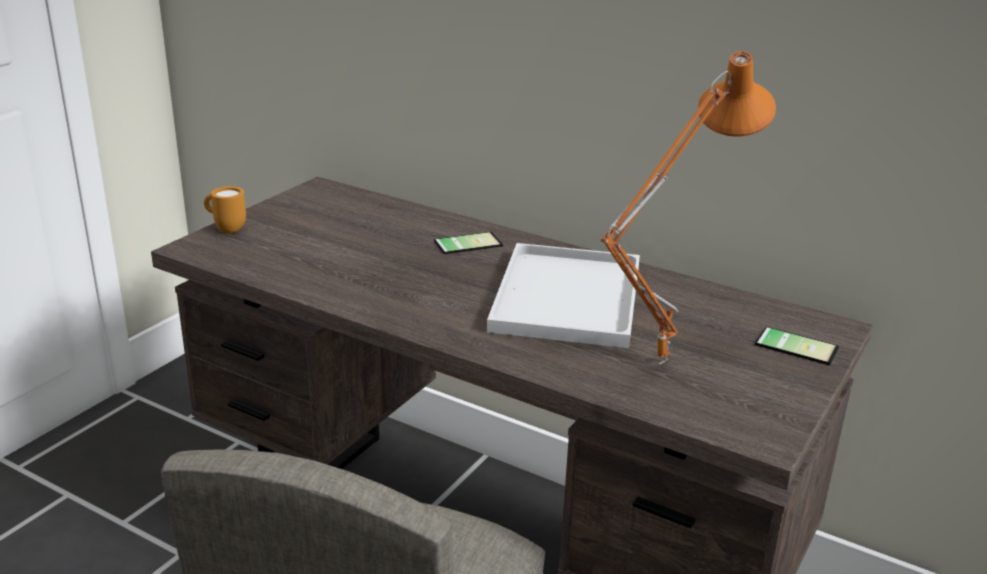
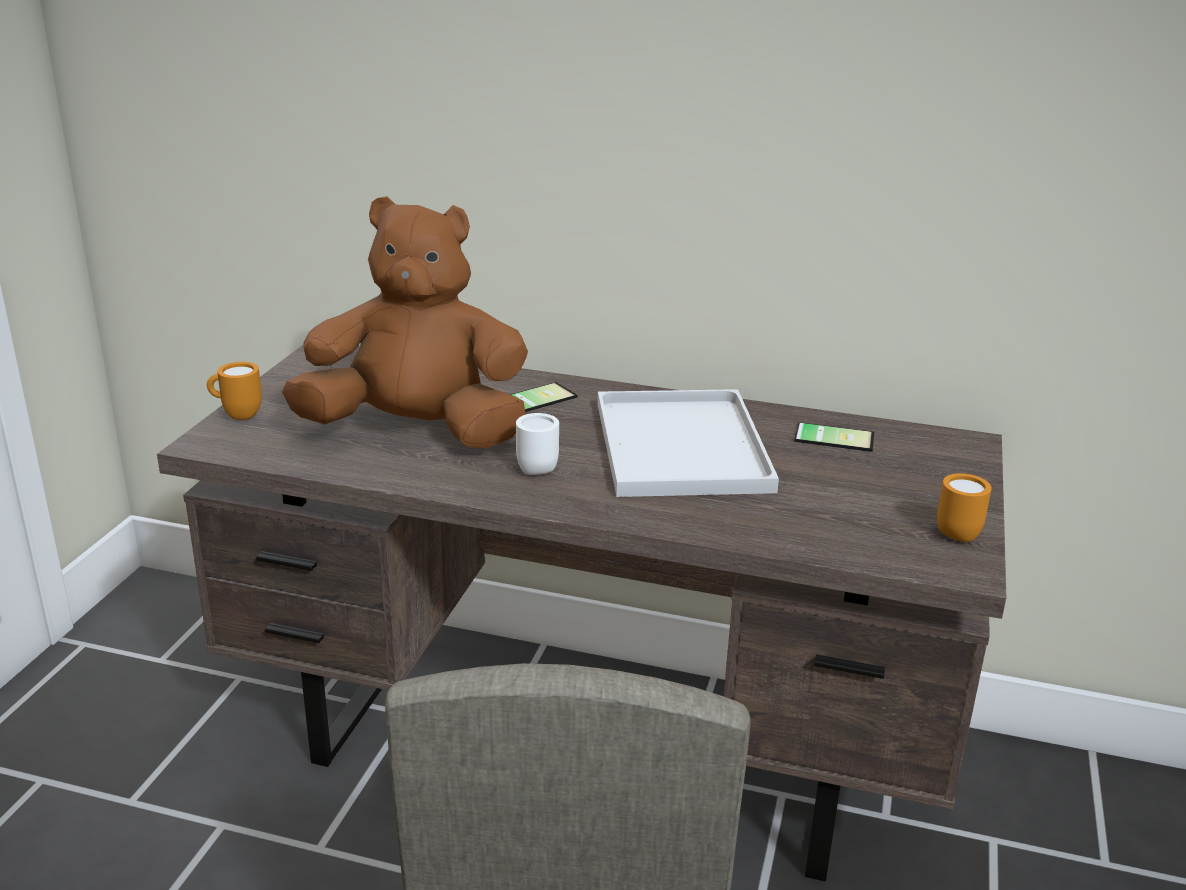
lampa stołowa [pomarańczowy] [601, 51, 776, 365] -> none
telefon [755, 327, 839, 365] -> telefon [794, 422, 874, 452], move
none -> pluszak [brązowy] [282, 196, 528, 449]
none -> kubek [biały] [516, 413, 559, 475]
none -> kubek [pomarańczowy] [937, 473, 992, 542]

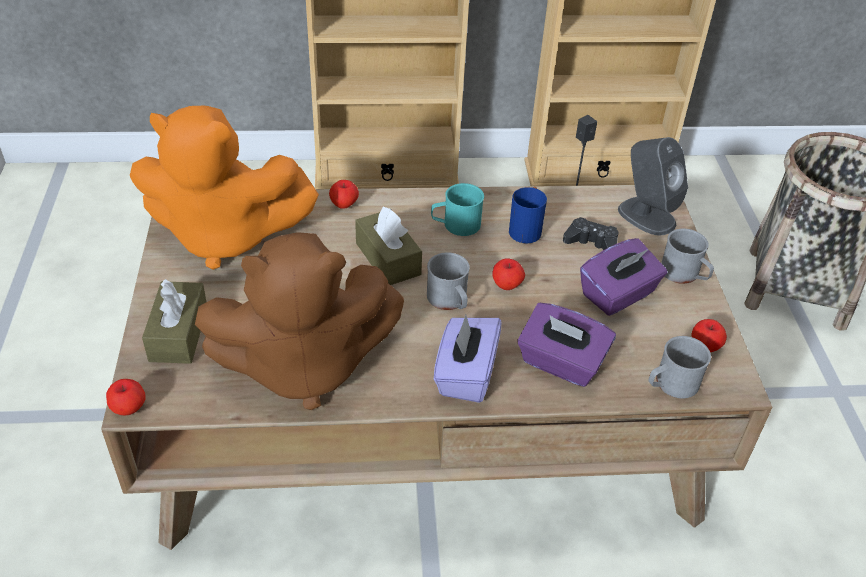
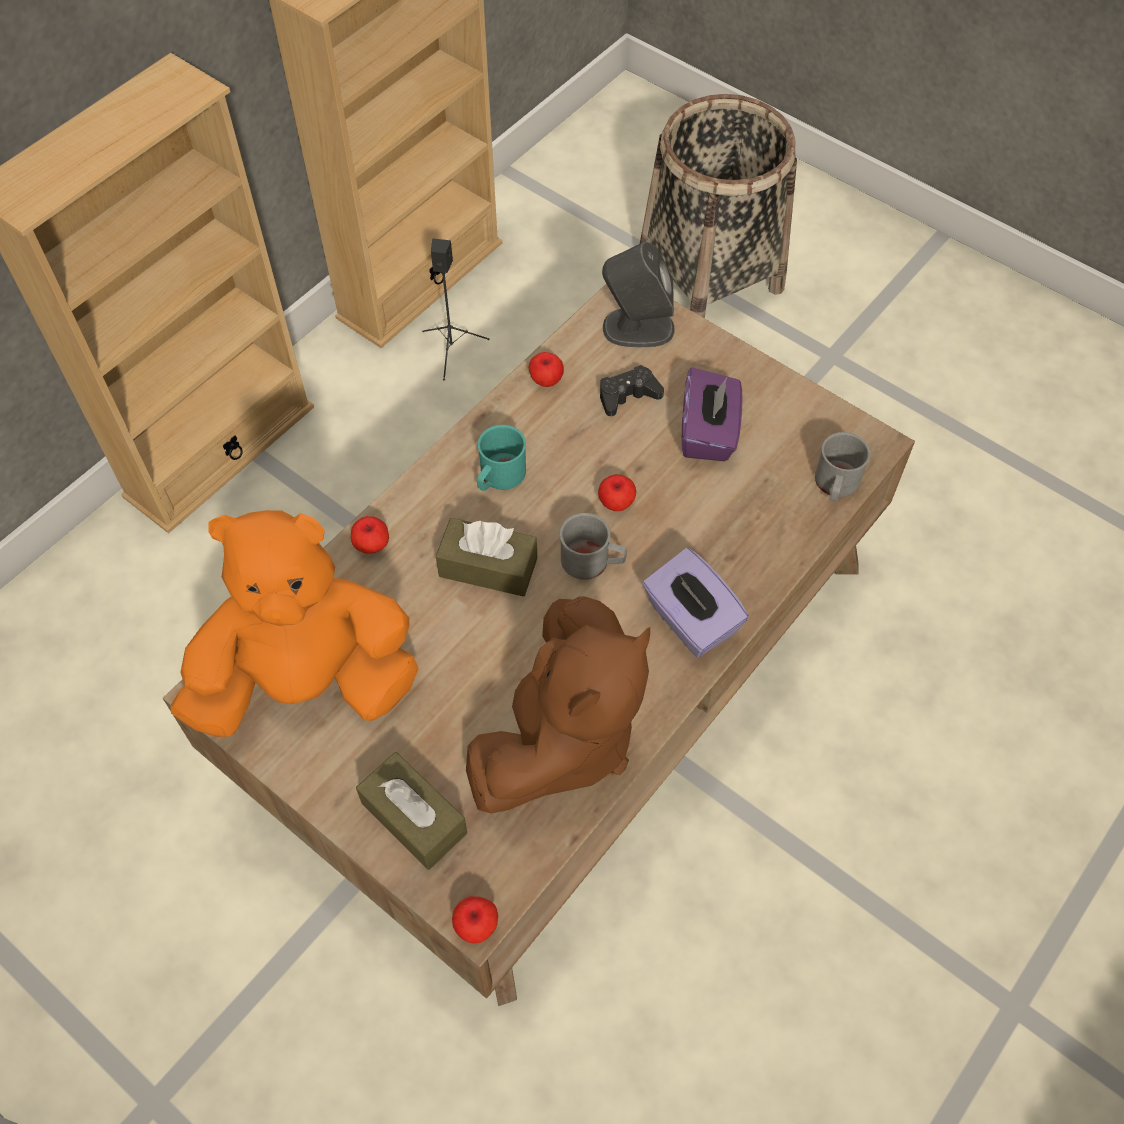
pluszak [pomarańczowy] [130, 106, 319, 270] -> pluszak [pomarańczowy] [171, 510, 419, 737], 150 degrees counterclockwise
kubek [niebieski] [509, 187, 547, 244] -> none
pudełko chusteczek [fioletowy] [517, 303, 616, 387] -> none
kubek [szary] [661, 229, 714, 284] -> none
jabłko [691, 319, 727, 352] -> jabłko [529, 352, 564, 387], move

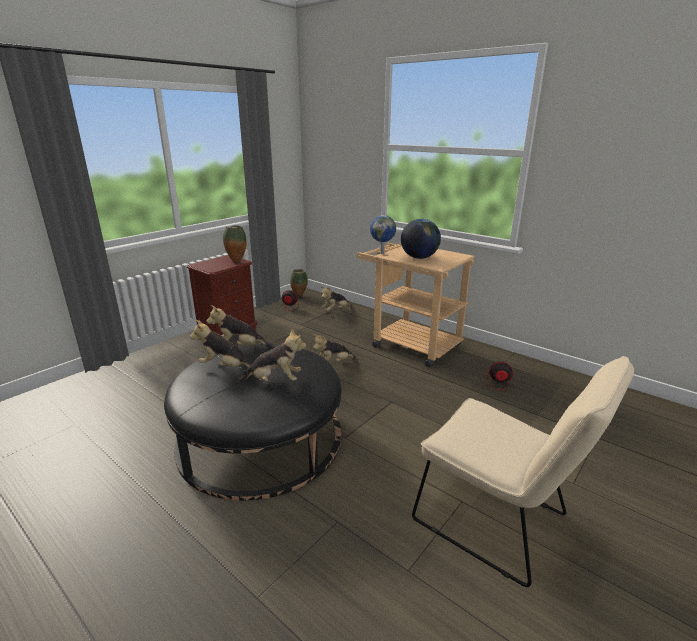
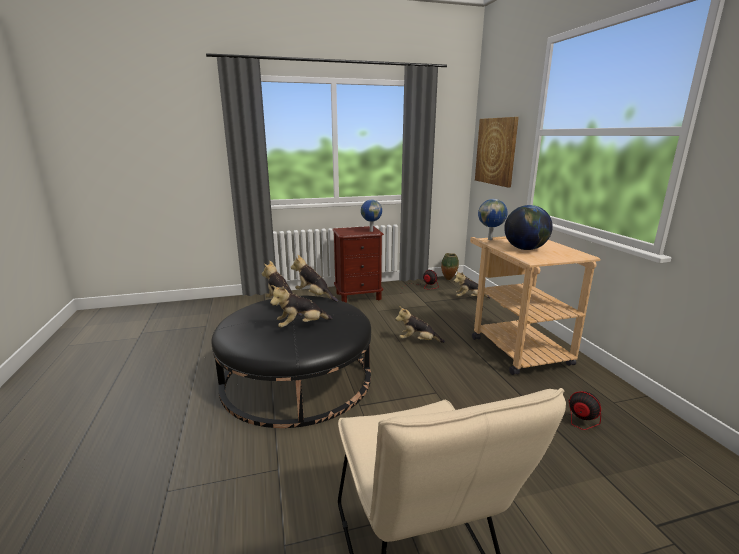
wazon [223, 225, 247, 262] -> globus [361, 200, 382, 232]
pluszak [237, 329, 306, 383] -> pluszak [270, 285, 332, 328], 120 degrees clockwise
none -> obraz [475, 117, 519, 187]

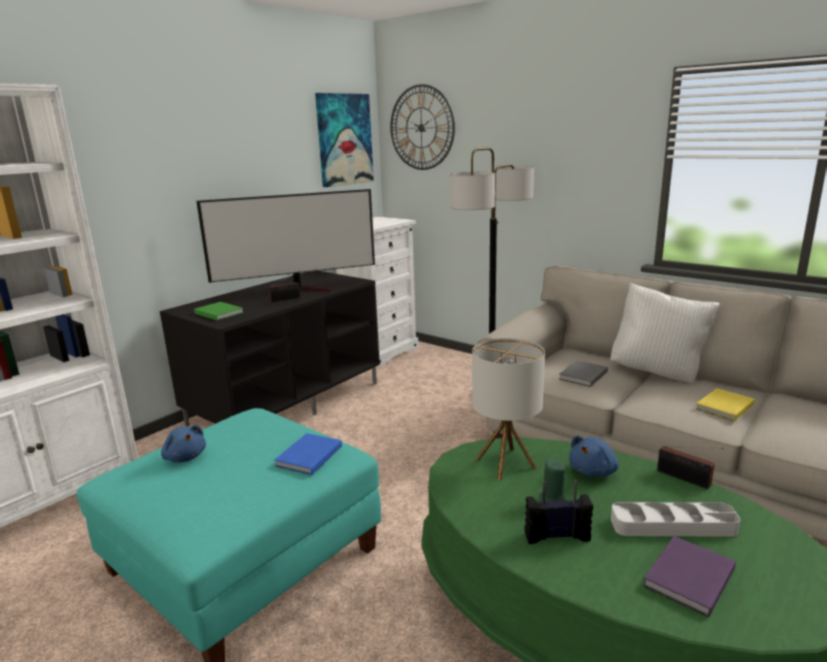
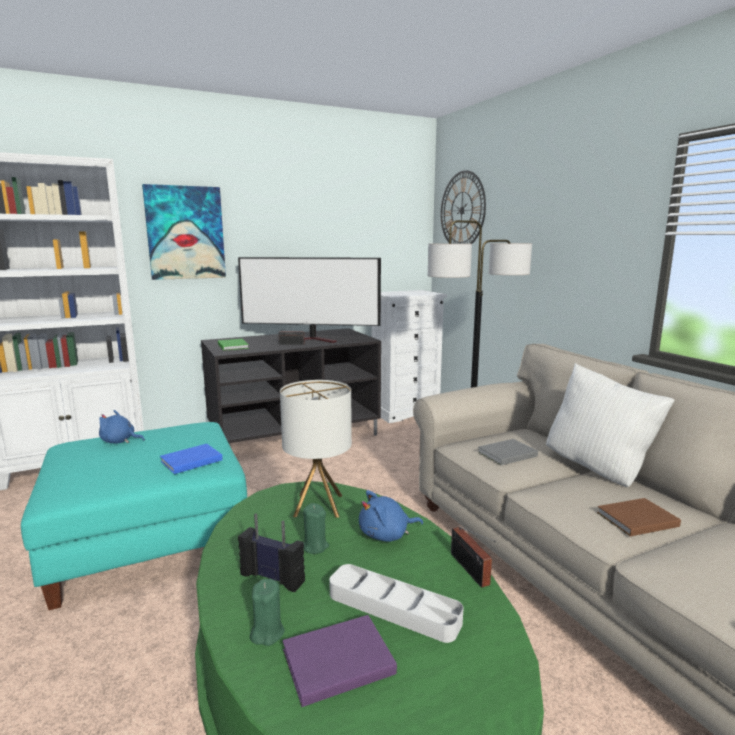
pluszak [niebieski] [161, 425, 206, 463] -> pluszak [niebieski] [99, 410, 145, 444], 120 degrees clockwise
obraz [315, 93, 374, 187] -> obraz [142, 184, 226, 280], move
książka [żółty] [695, 388, 755, 421] -> książka [brązowy] [597, 498, 681, 536]
none -> świeca [zielony] [250, 579, 285, 646]

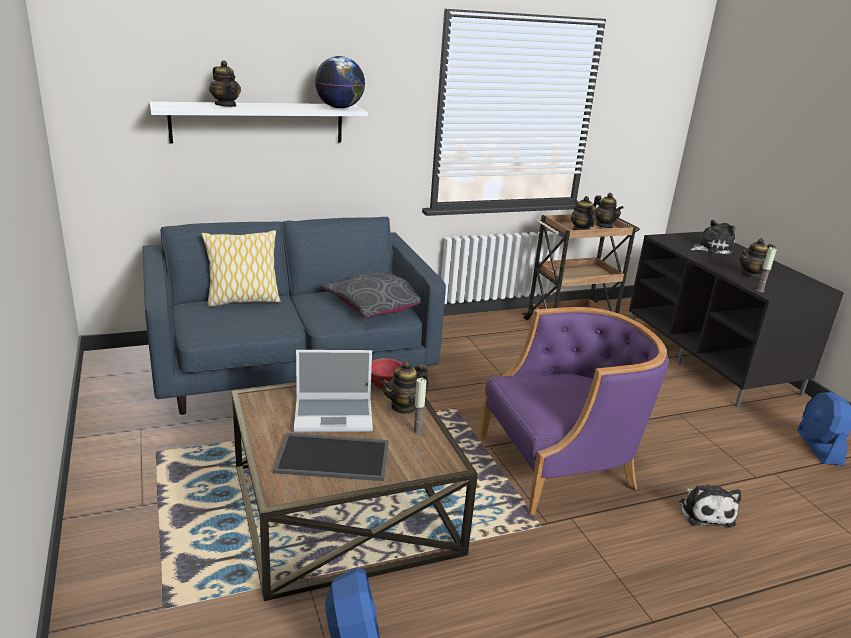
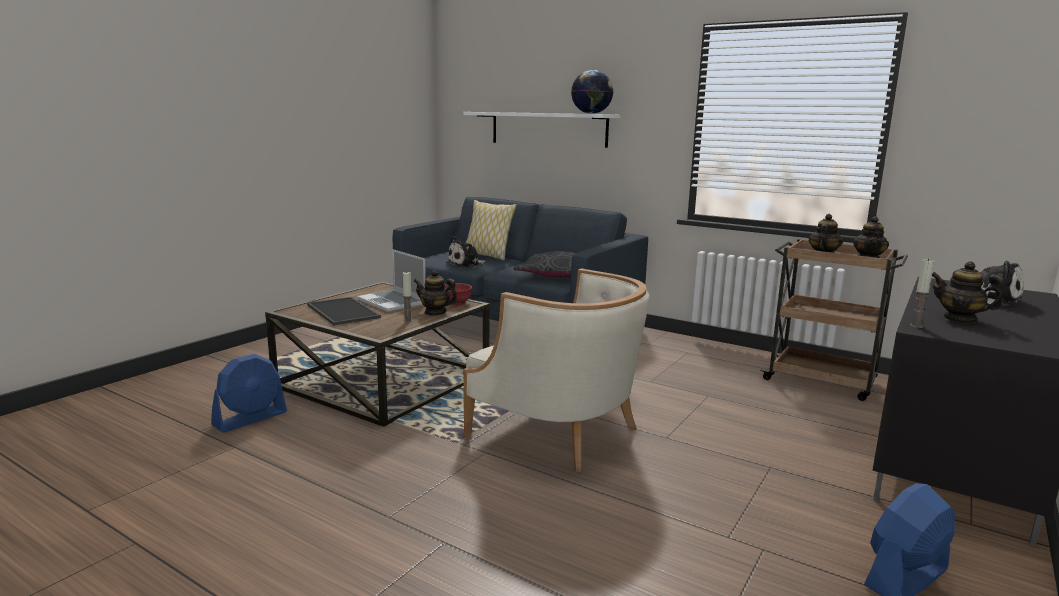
imbryk [209, 60, 241, 107] -> none
fotel [fioletowy] [480, 307, 669, 515] -> fotel [beżowy] [463, 268, 650, 472]
pluszak [679, 485, 741, 527] -> pluszak [446, 236, 486, 268], move

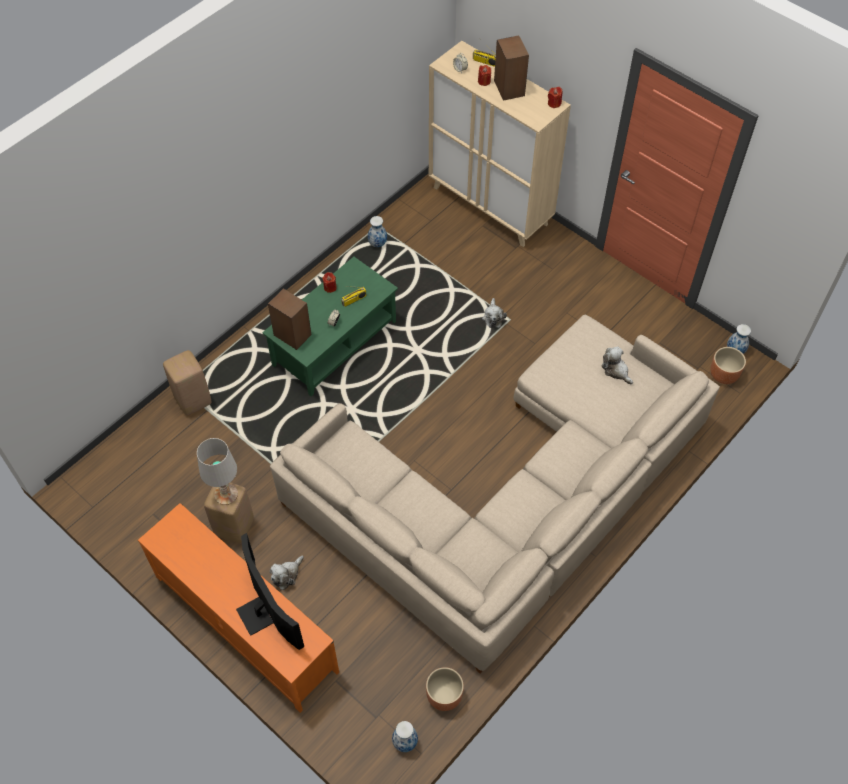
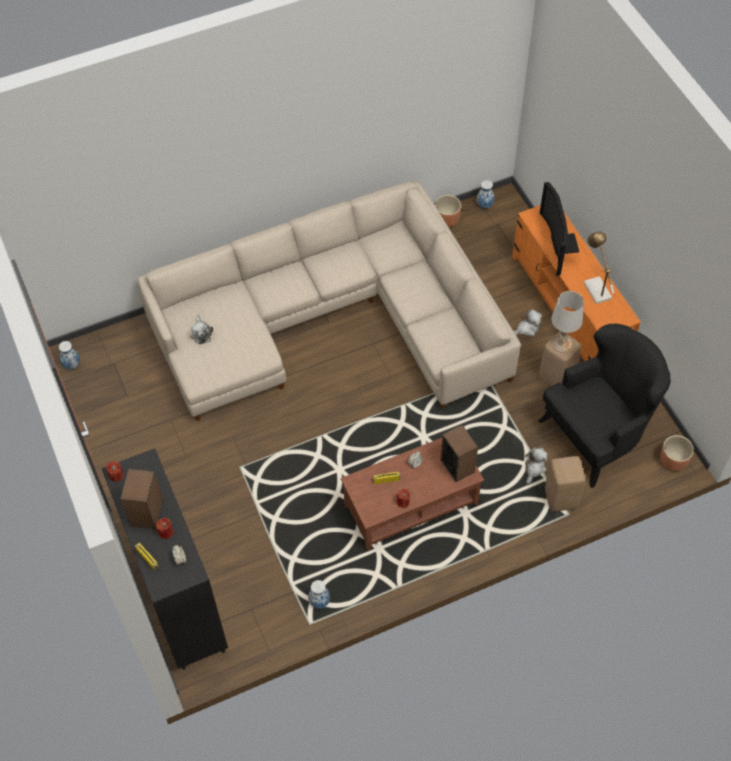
ława [zielony] [262, 257, 398, 396] -> ława [brązowy] [340, 438, 484, 551]
szafka [beżowy] [429, 41, 571, 247] -> szafka [czarny] [102, 448, 228, 670]
pluszak [482, 298, 507, 328] -> pluszak [525, 447, 548, 484], move
donica [brązowy] [710, 347, 746, 384] -> donica [brązowy] [660, 435, 694, 471], move
none -> fotel [czarny] [538, 324, 671, 488]
none -> lampa stołowa [584, 232, 614, 304]

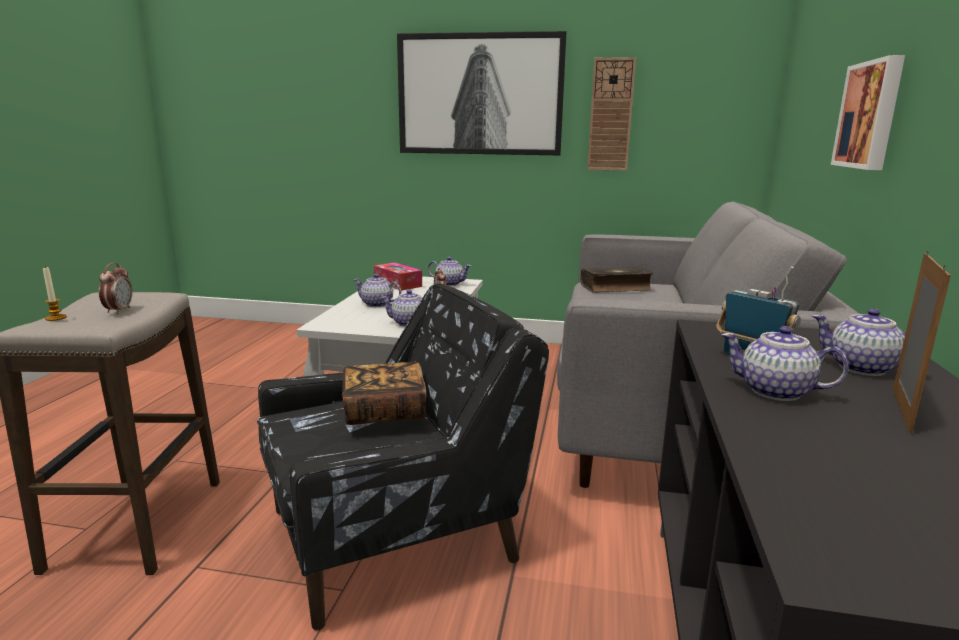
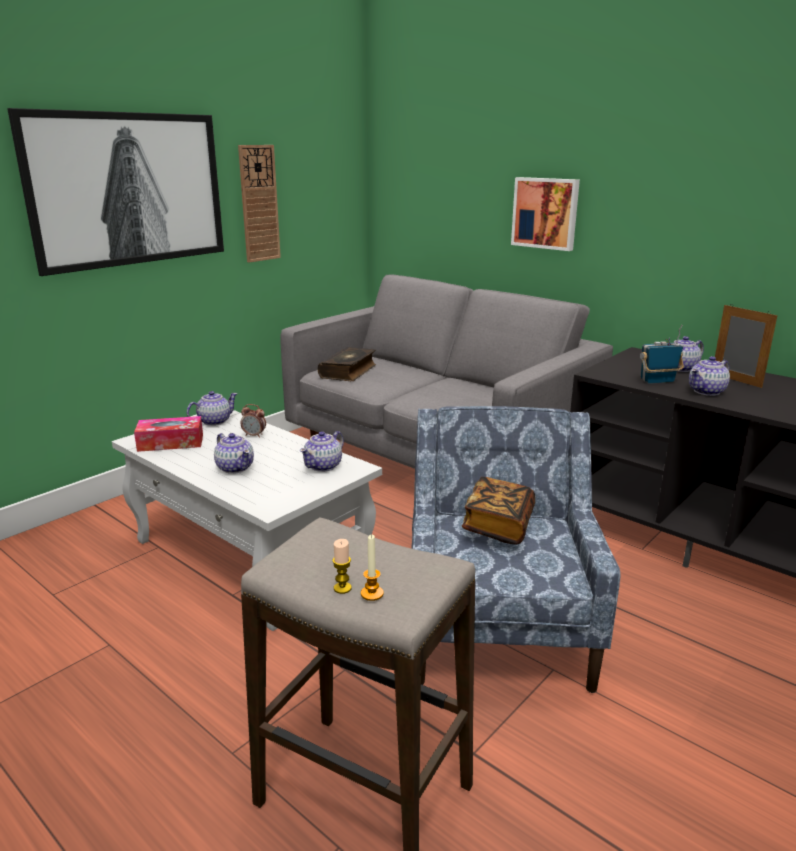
budzik [99, 262, 132, 314] -> none
fotel [czarny] [257, 283, 549, 631] -> fotel [niebieski] [411, 406, 620, 693]
imbryk [353, 274, 401, 307] -> imbryk [214, 433, 254, 474], 90 degrees counterclockwise
none -> świeca [332, 539, 351, 594]

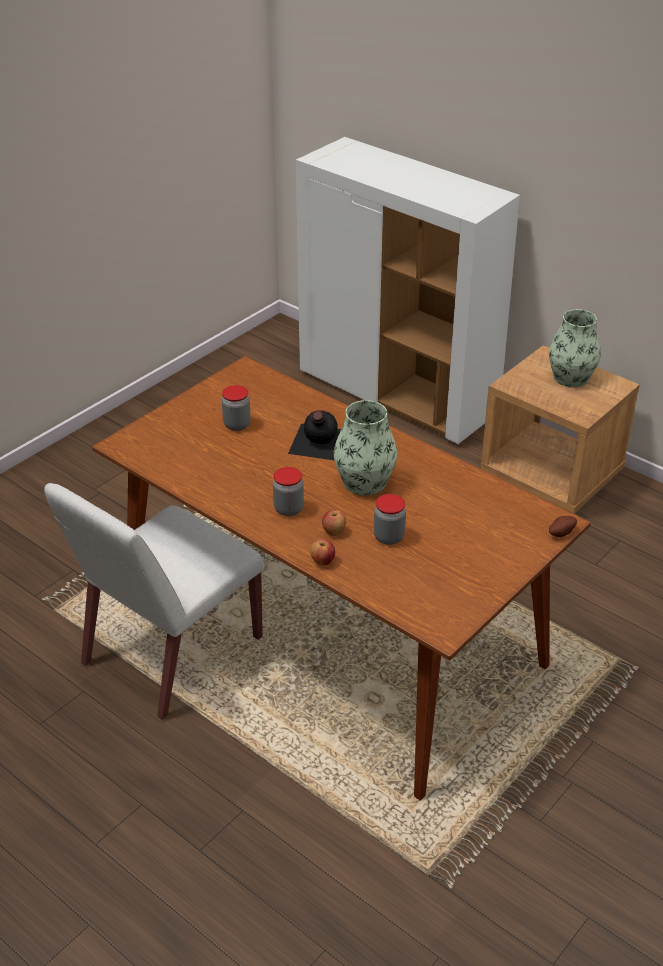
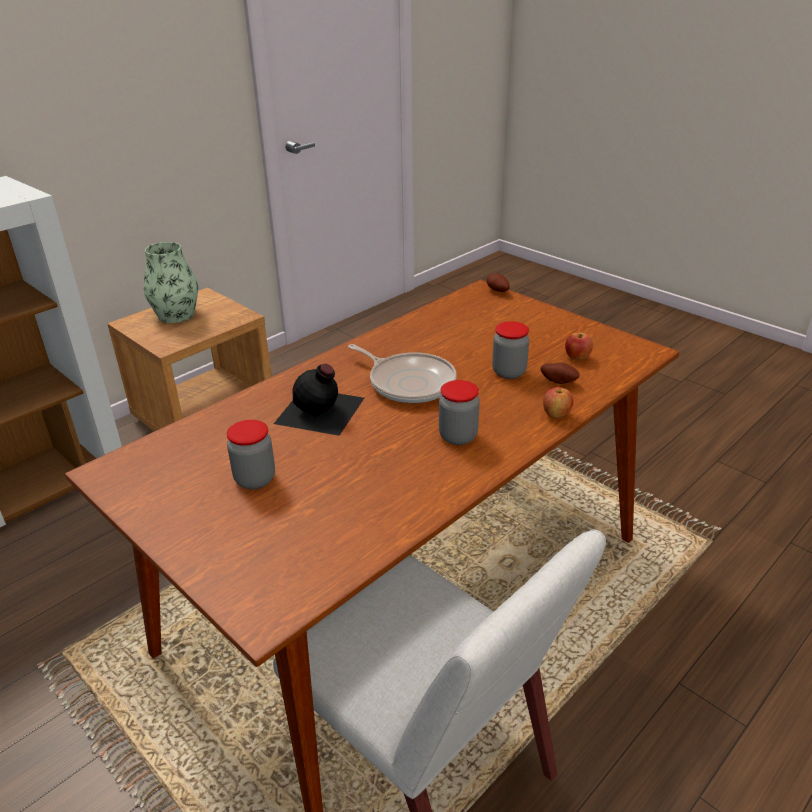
jabłko [322, 510, 346, 536] -> jabłko [565, 332, 593, 360], move
wazon [334, 400, 397, 496] -> patelnia [348, 344, 457, 403]
none -> ziemniak [541, 363, 580, 384]

